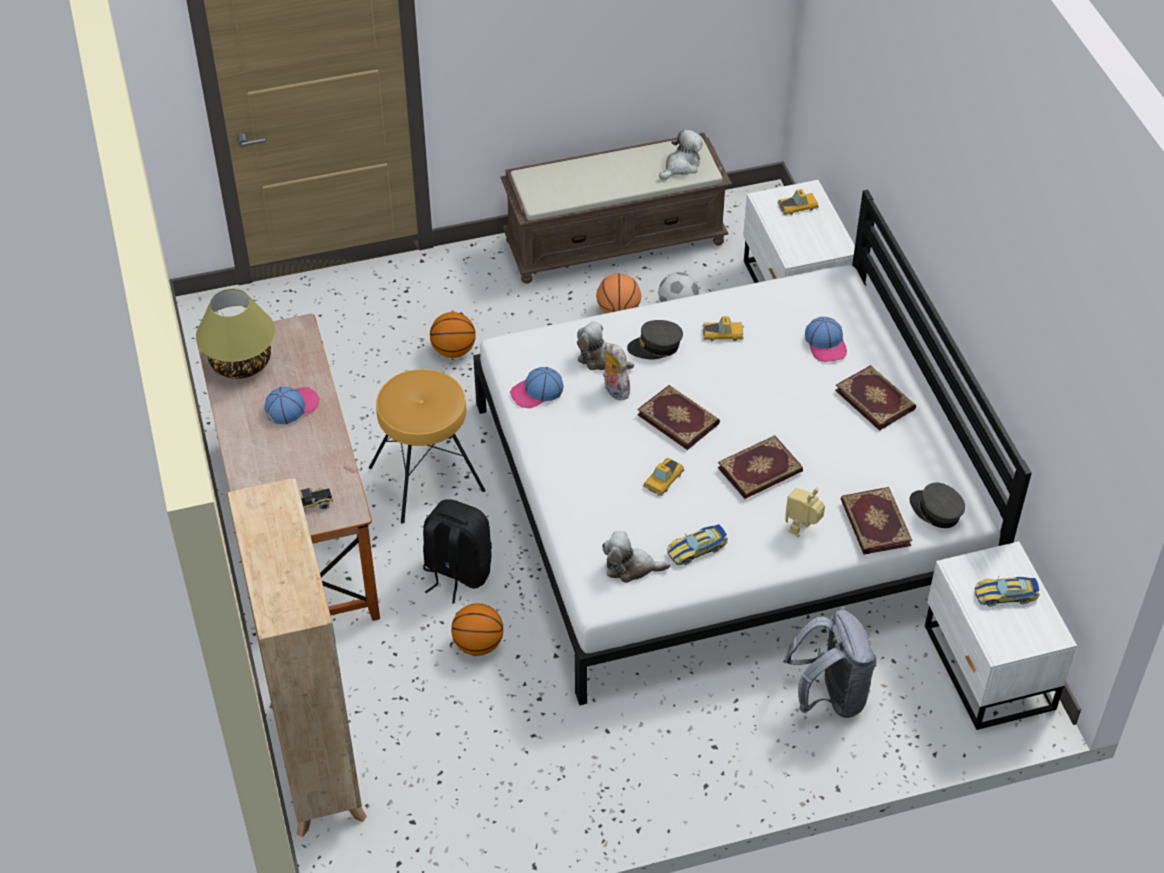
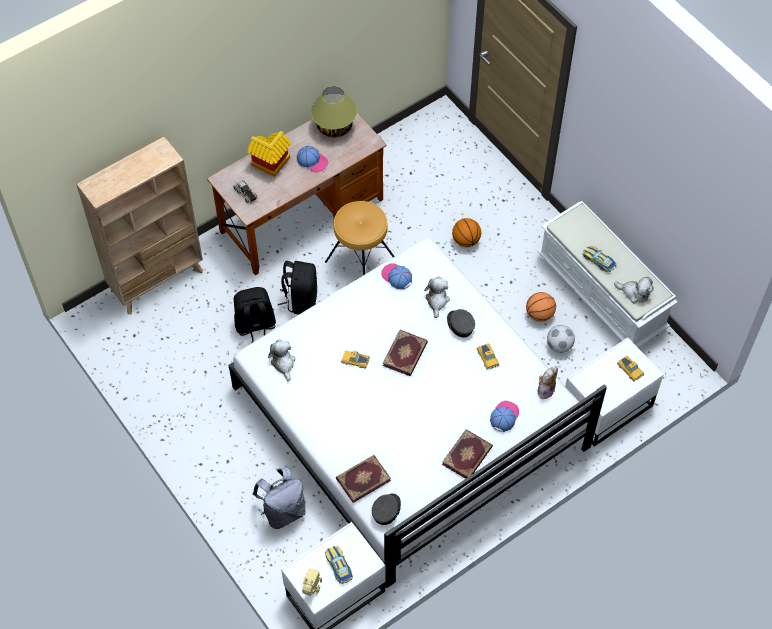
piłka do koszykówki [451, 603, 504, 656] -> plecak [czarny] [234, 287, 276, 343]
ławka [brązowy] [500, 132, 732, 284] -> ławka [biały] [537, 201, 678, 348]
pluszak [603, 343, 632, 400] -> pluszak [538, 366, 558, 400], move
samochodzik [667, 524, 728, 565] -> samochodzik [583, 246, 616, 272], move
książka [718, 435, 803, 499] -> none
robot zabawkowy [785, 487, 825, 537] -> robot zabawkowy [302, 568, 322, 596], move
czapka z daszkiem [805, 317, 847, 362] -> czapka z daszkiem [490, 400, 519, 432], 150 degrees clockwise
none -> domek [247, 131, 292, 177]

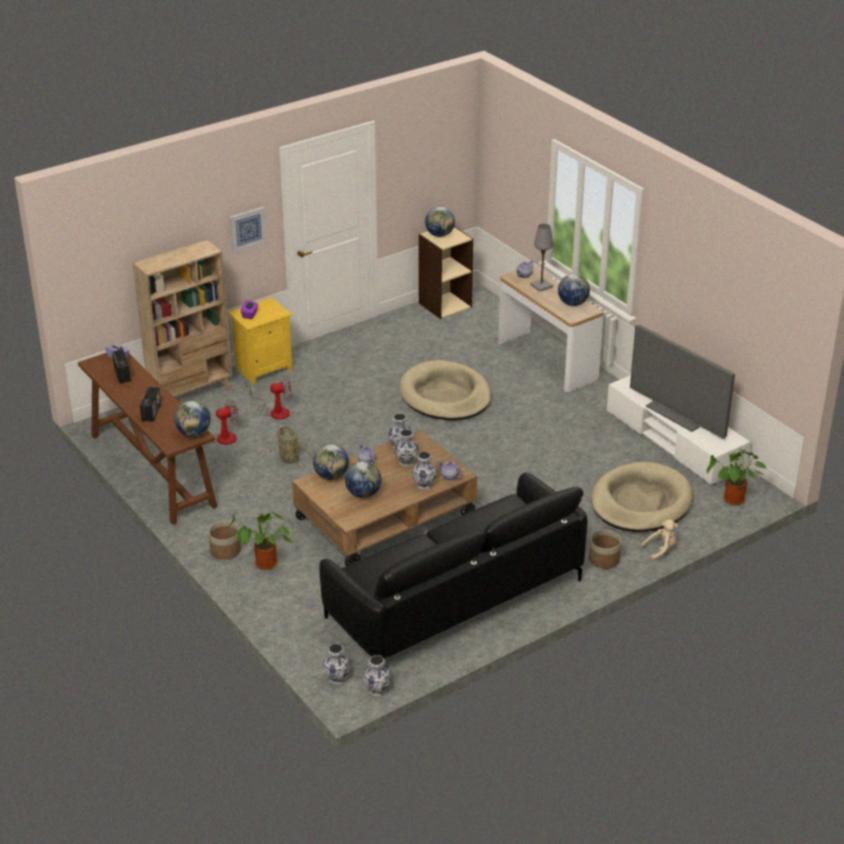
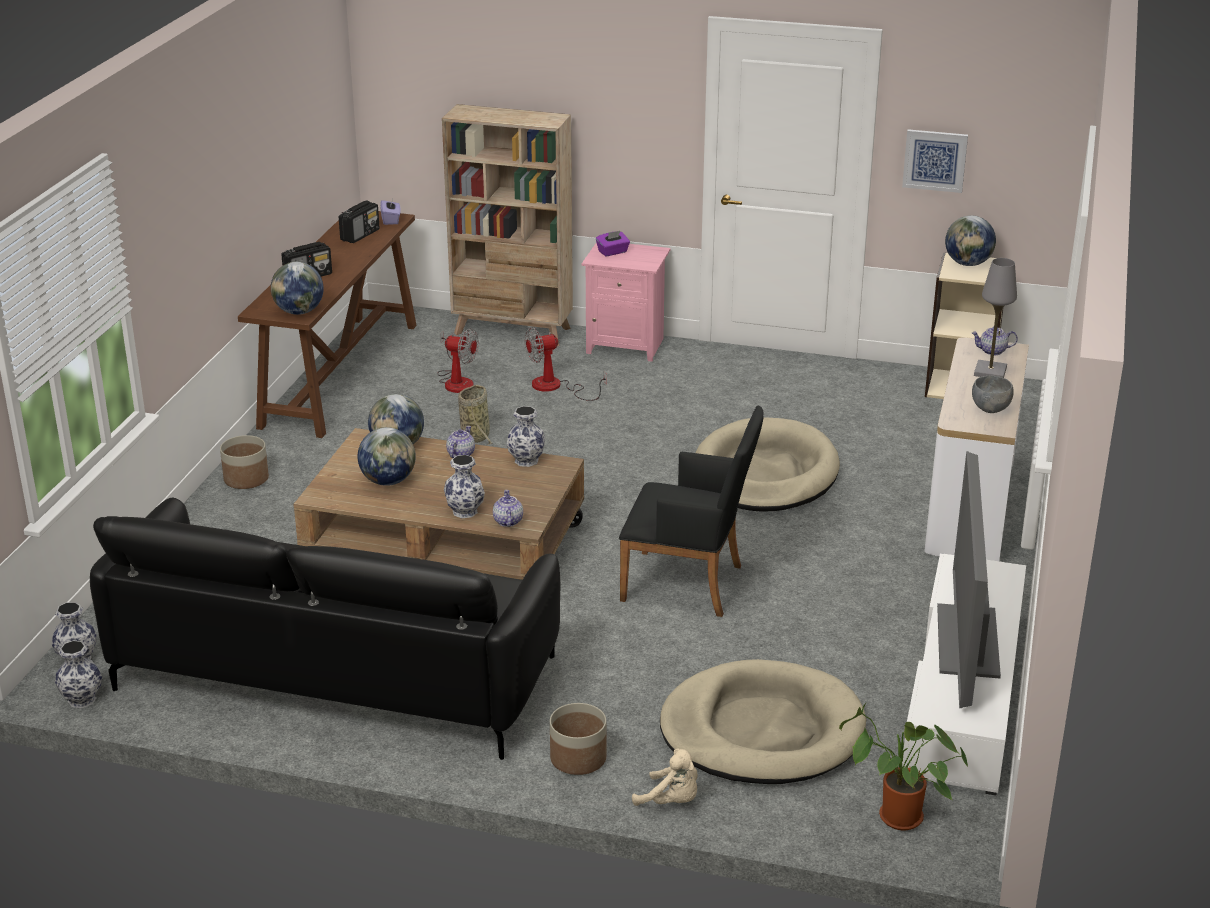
roślina doniczkowa [226, 511, 293, 570] -> none
szafka nocna [żółty] [228, 297, 292, 385] -> szafka nocna [różowy] [582, 243, 670, 362]
obraz [230, 207, 267, 252] -> obraz [902, 129, 968, 193], move
wentylator [245, 375, 292, 419] -> wentylator [525, 327, 607, 401], 120 degrees clockwise
wazon [394, 429, 419, 467] -> none
globus [558, 274, 590, 306] -> miska [szary] [972, 375, 1014, 413]
none -> fotel [czarny] [619, 406, 763, 617]

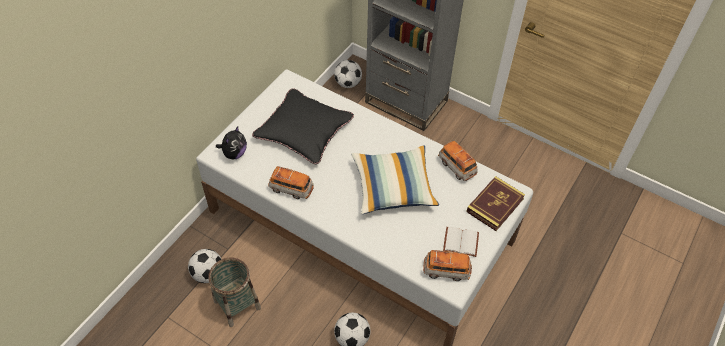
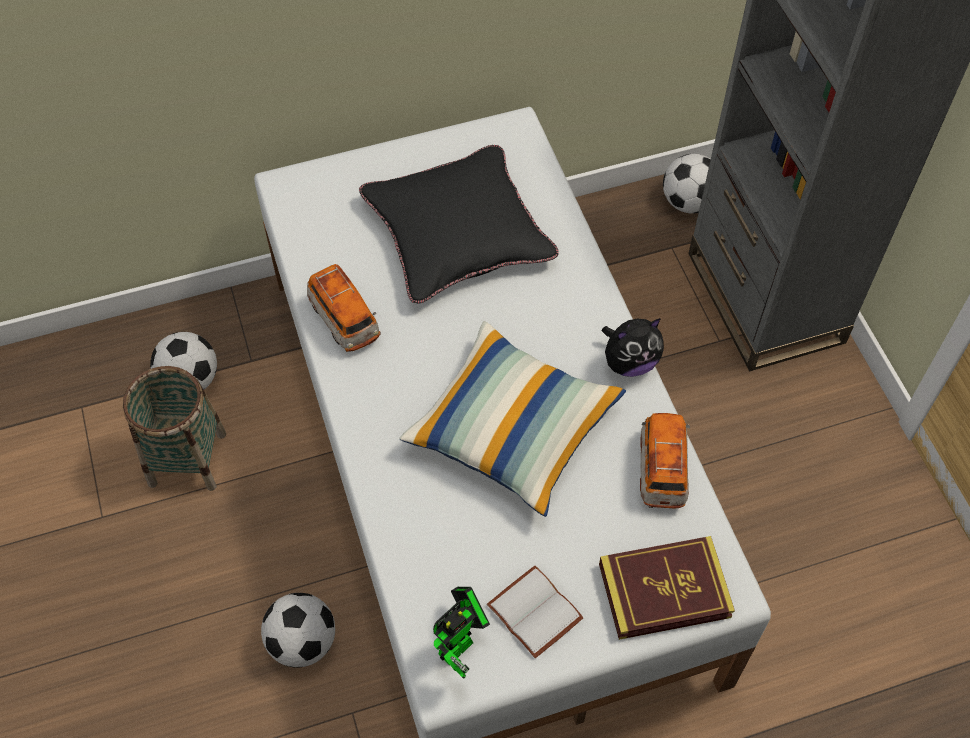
pluszak [216, 126, 247, 160] -> pluszak [602, 318, 664, 377], move
samochodzik [423, 250, 472, 281] -> robot zabawkowy [433, 587, 490, 679]

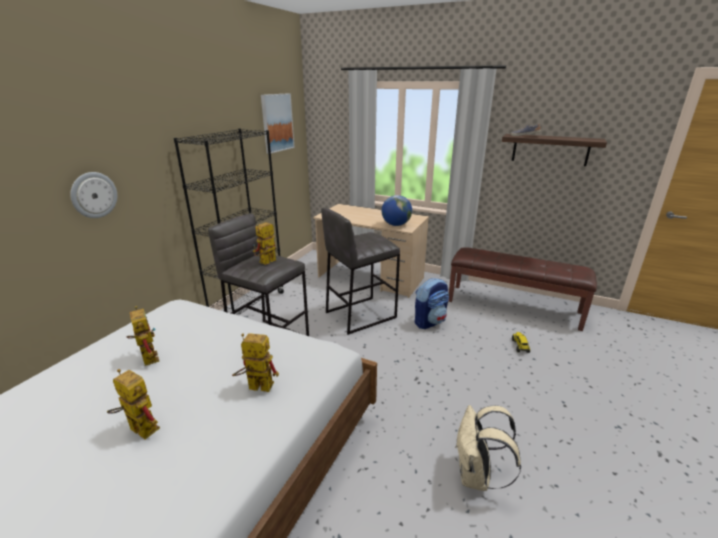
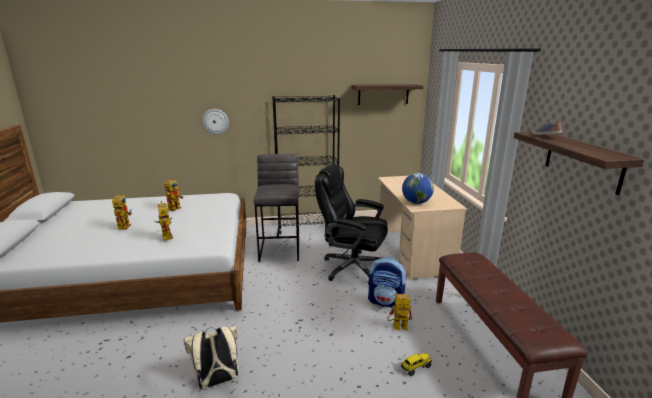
robot zabawkowy [253, 222, 276, 265] -> robot zabawkowy [387, 294, 412, 330], move
obraz [261, 93, 295, 154] -> półka [351, 84, 423, 105]
stołek [szary] [321, 207, 400, 335] -> krzesło biurowe [czarny] [315, 164, 388, 284]

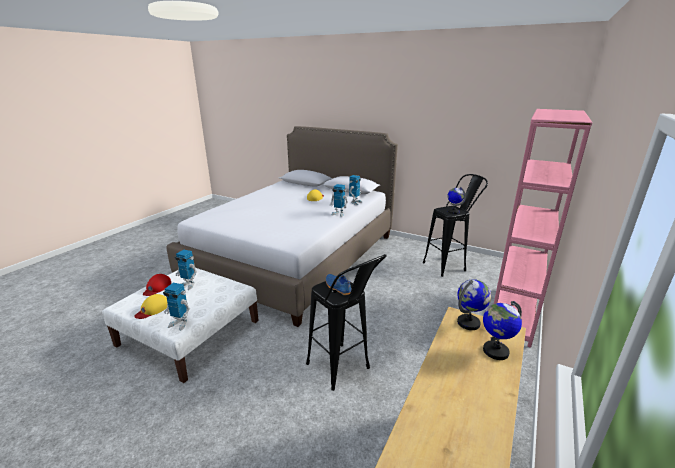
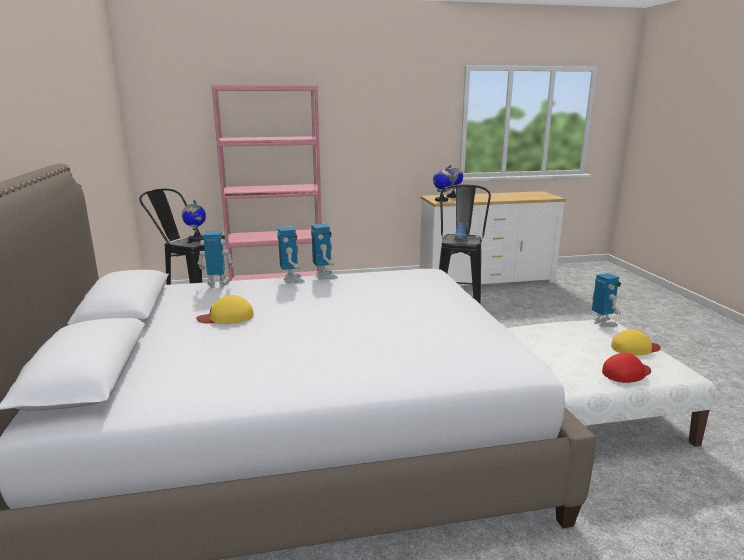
robot zabawkowy [175, 249, 197, 290] -> robot zabawkowy [311, 224, 338, 279], move

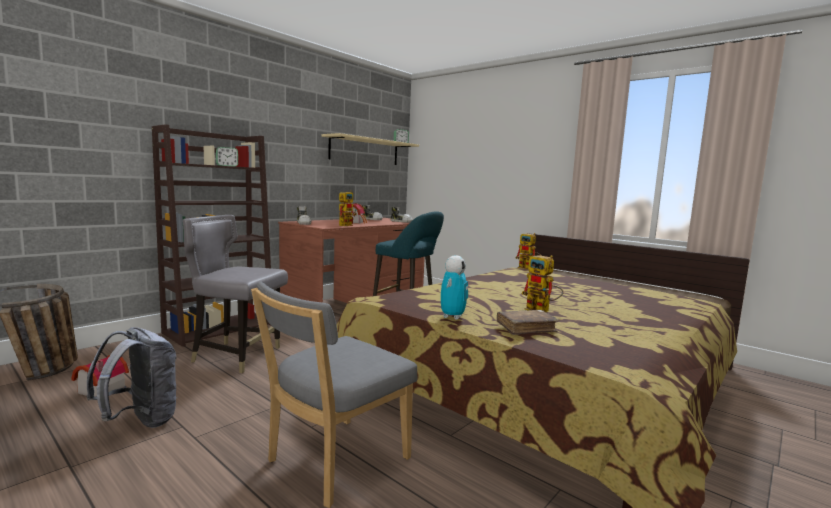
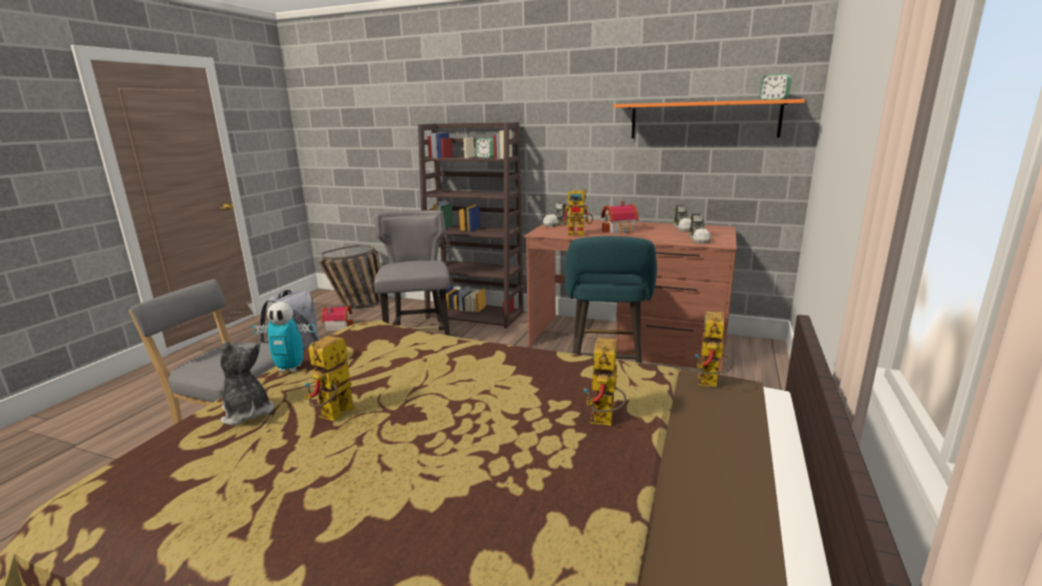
półka [beżowy] [322, 133, 419, 165] -> półka [pomarańczowy] [613, 99, 805, 138]
książka [brązowy] [497, 310, 559, 335] -> pluszak [220, 341, 274, 425]
none -> robot zabawkowy [584, 337, 626, 425]

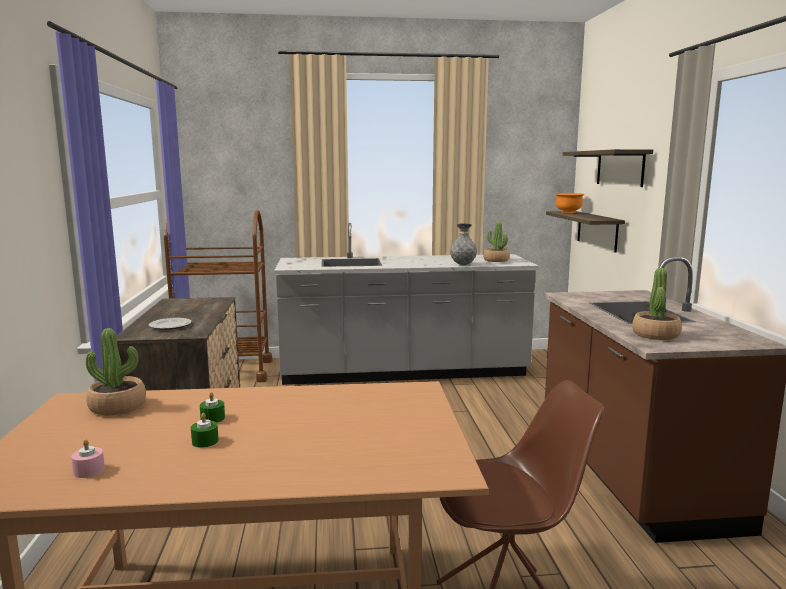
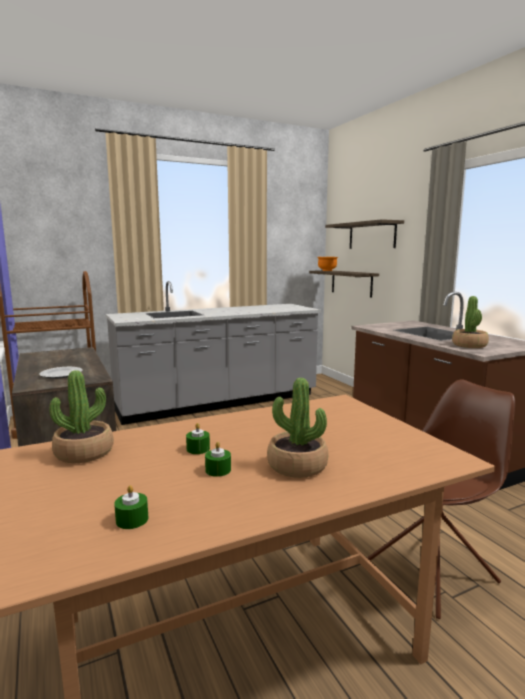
świeca [różowy] [71, 439, 105, 478] -> świeca [zielony] [114, 485, 148, 529]
wazon [szary] [450, 224, 477, 265] -> none
roślina doniczkowa [483, 221, 510, 262] -> roślina doniczkowa [267, 378, 328, 478], move

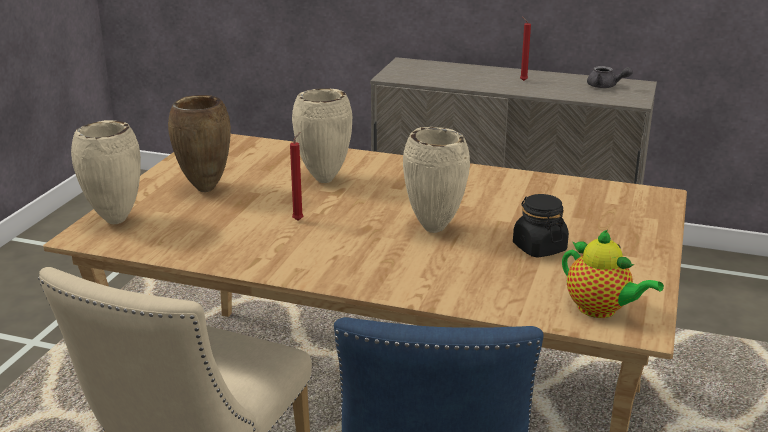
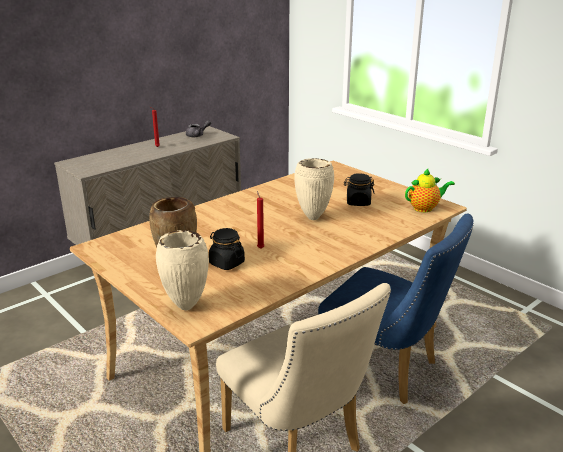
wazon [beżowy] [292, 88, 352, 183] -> none
none -> słoik [czarny] [209, 228, 245, 270]

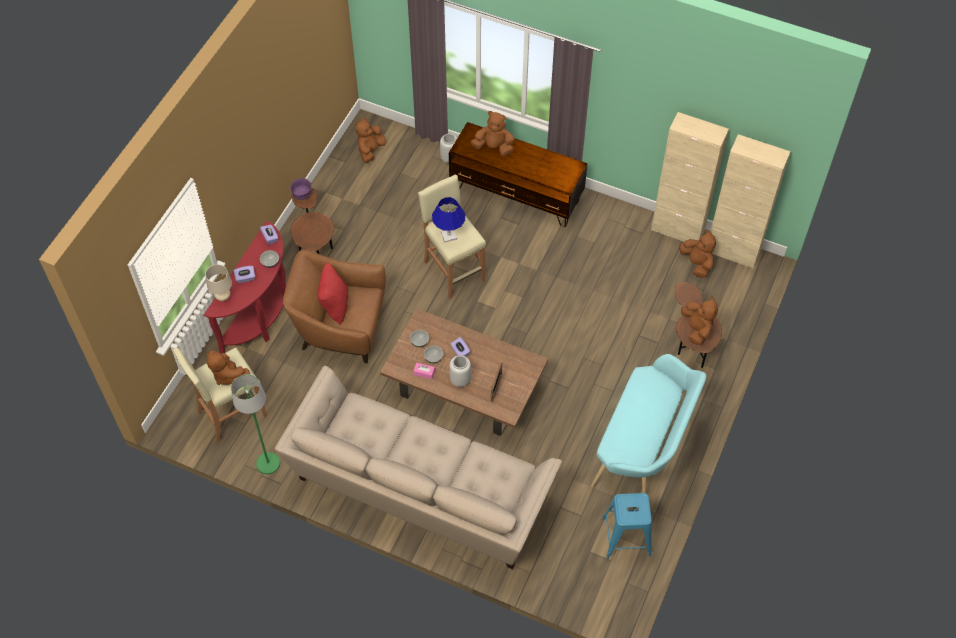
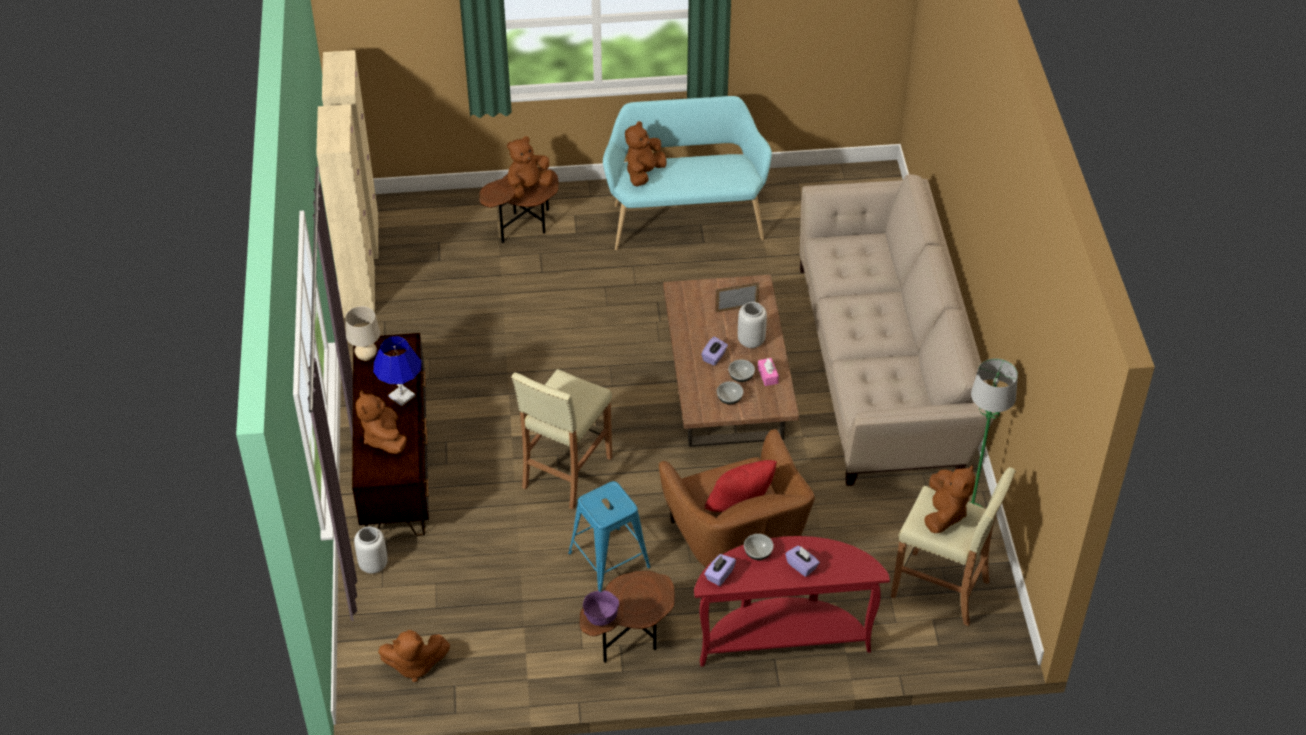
lampa stołowa [beżowy] [205, 264, 232, 301] -> lampa stołowa [beżowy] [345, 306, 380, 361], move
lampa stołowa [niebieski] [432, 197, 465, 242] -> lampa stołowa [niebieski] [373, 336, 421, 407], move
stołek [niebieski] [602, 493, 652, 559] -> stołek [niebieski] [568, 481, 651, 592], move
pluszak [brązowy] [679, 230, 716, 278] -> pluszak [brązowy] [625, 121, 667, 187], move

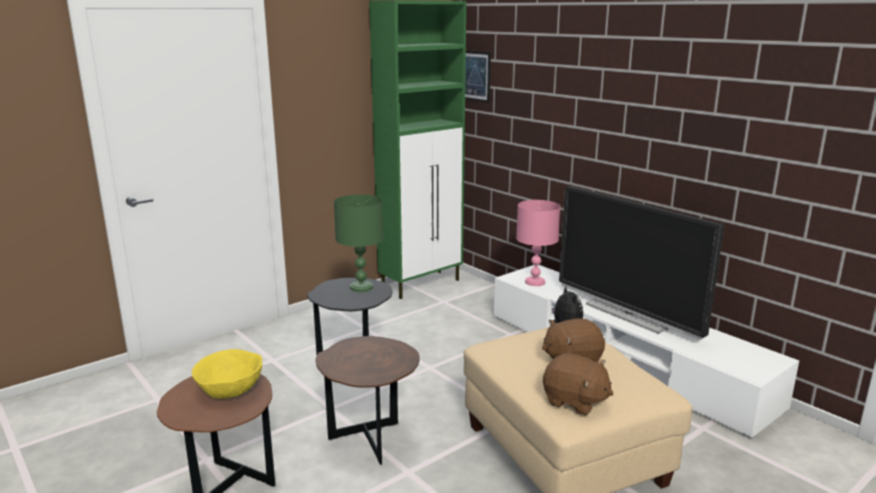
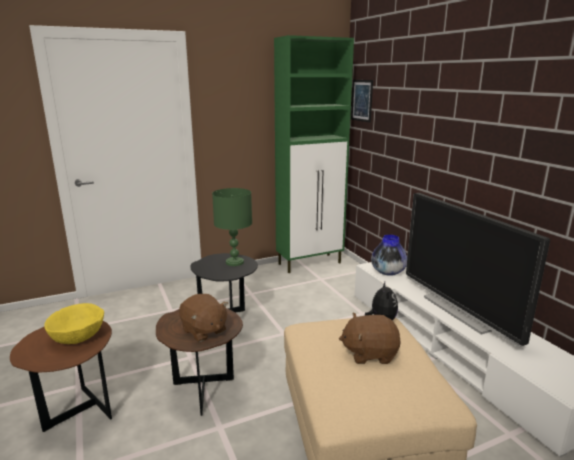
lampa stołowa [różowy] [516, 200, 561, 286] -> wazon [371, 235, 407, 276]
pluszak [brązowy] [543, 353, 614, 415] -> pluszak [brązowy] [179, 294, 228, 342], move

